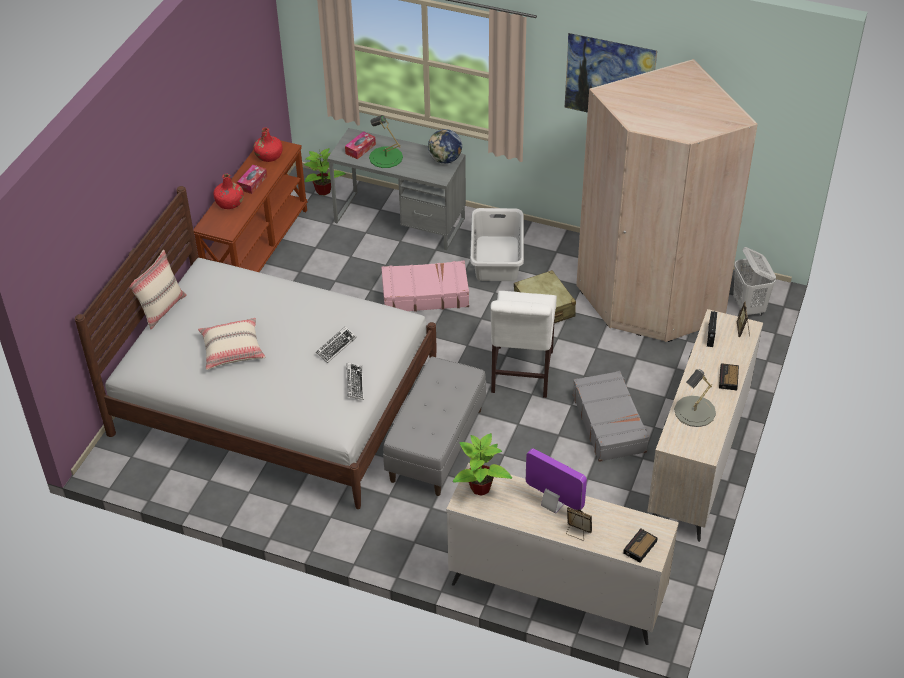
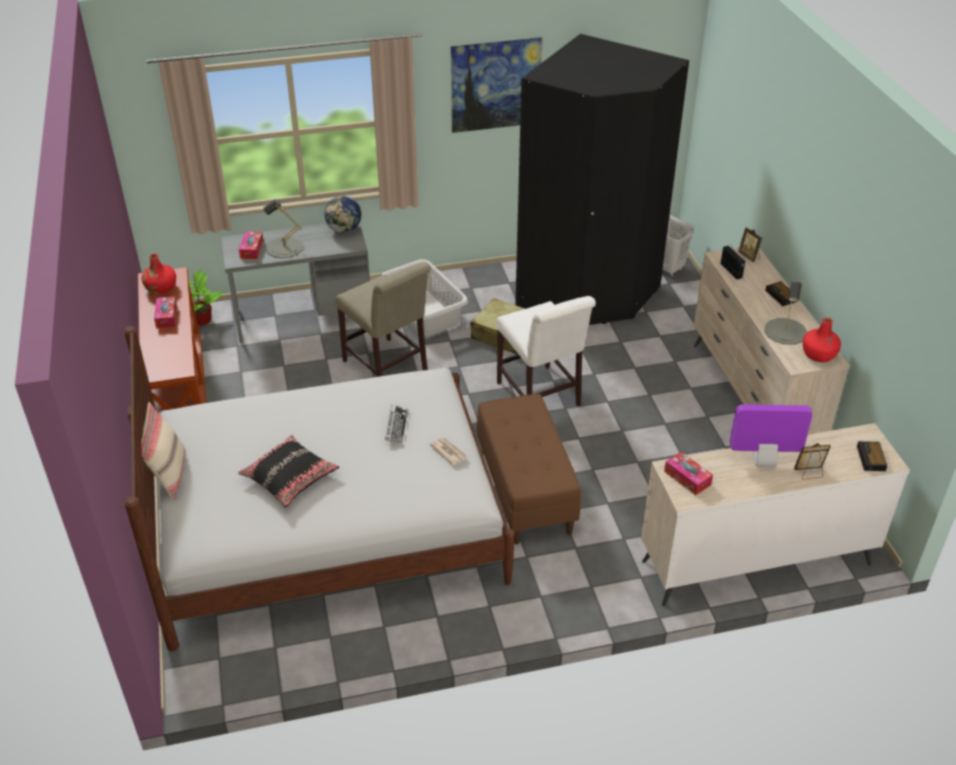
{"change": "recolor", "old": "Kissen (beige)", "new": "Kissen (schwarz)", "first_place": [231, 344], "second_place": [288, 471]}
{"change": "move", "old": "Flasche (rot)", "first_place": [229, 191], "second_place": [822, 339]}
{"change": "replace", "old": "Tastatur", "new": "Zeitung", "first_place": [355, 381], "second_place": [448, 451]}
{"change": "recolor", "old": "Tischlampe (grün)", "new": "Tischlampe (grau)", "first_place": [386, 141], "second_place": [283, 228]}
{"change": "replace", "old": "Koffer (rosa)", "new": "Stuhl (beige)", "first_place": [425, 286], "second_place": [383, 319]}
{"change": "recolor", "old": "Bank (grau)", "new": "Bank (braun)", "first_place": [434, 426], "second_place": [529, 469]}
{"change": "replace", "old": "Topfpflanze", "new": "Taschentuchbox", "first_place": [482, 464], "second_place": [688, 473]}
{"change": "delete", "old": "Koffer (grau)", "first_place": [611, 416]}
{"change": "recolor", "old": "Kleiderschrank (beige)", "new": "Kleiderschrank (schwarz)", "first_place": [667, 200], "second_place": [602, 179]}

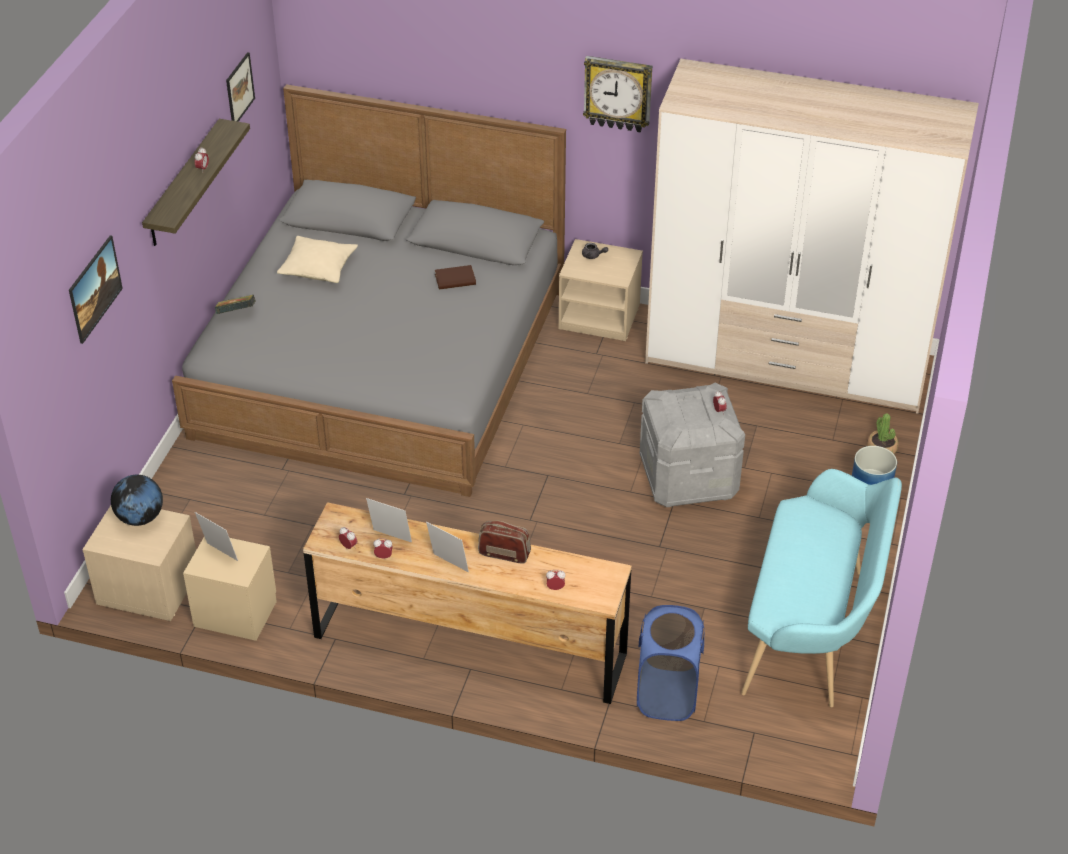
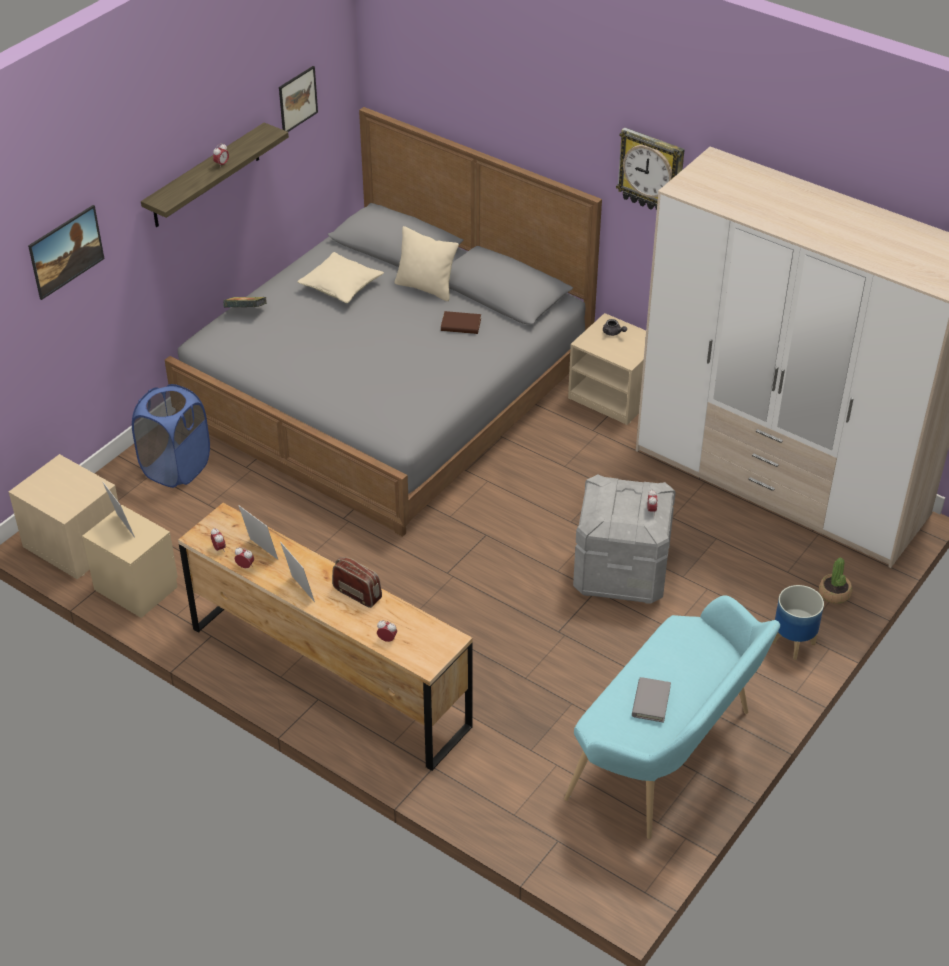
{"change": "delete", "old": "Globus", "first_place": [137, 500]}
{"change": "move", "old": "Wäschekorb (blau)", "first_place": [670, 663], "second_place": [171, 436]}
{"change": "insert", "new": "Kissen (beige)", "second_place": [427, 263]}
{"change": "insert", "new": "Buch (grau)", "second_place": [651, 700]}

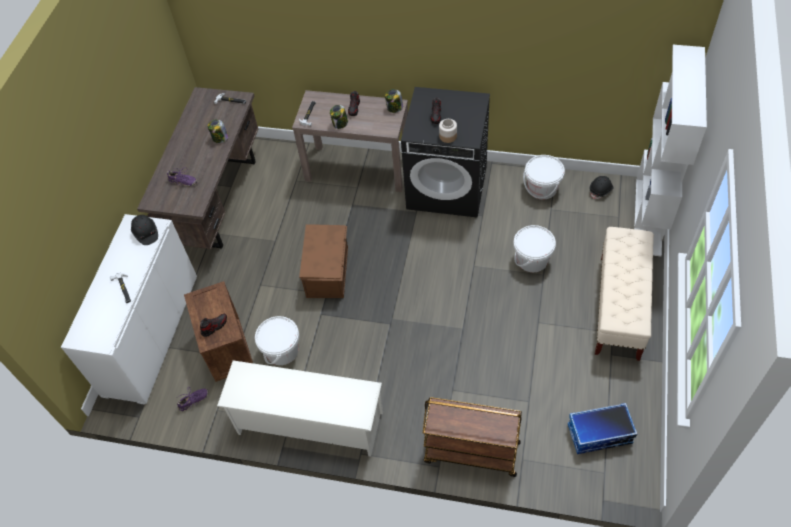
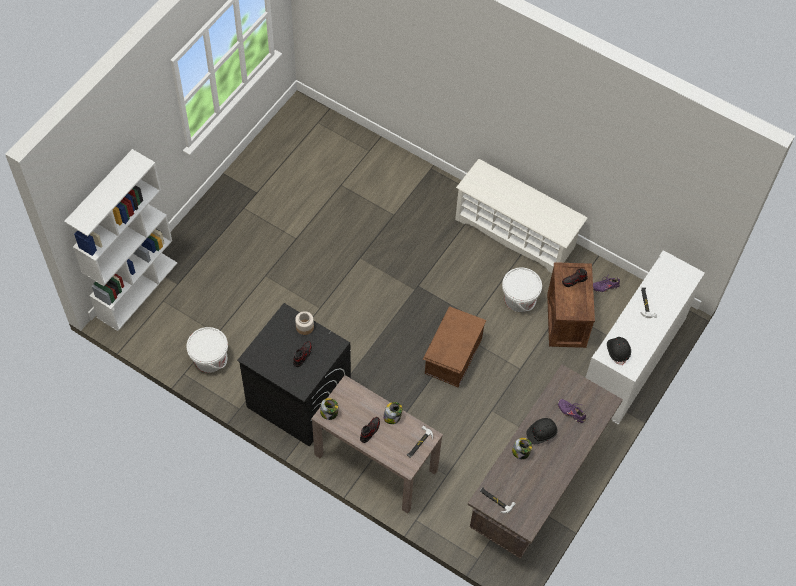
{"change": "delete", "old": "Rollwagen (braun)", "first_place": [472, 437]}
{"change": "delete", "old": "Eimer (weiß)", "first_place": [534, 248]}
{"change": "delete", "old": "Aufbewahrungsbox", "first_place": [602, 428]}
{"change": "move", "old": "Schutzhelm (schwarz)", "first_place": [602, 187], "second_place": [542, 431]}
{"change": "delete", "old": "Bank (beige)", "first_place": [624, 294]}

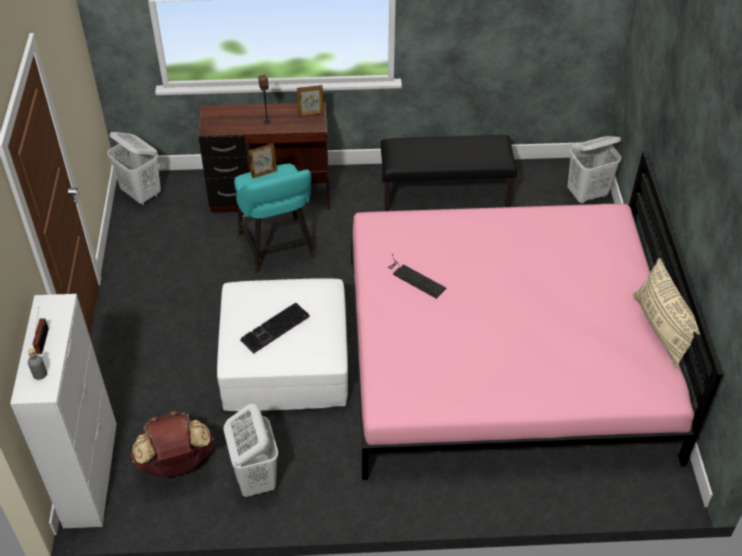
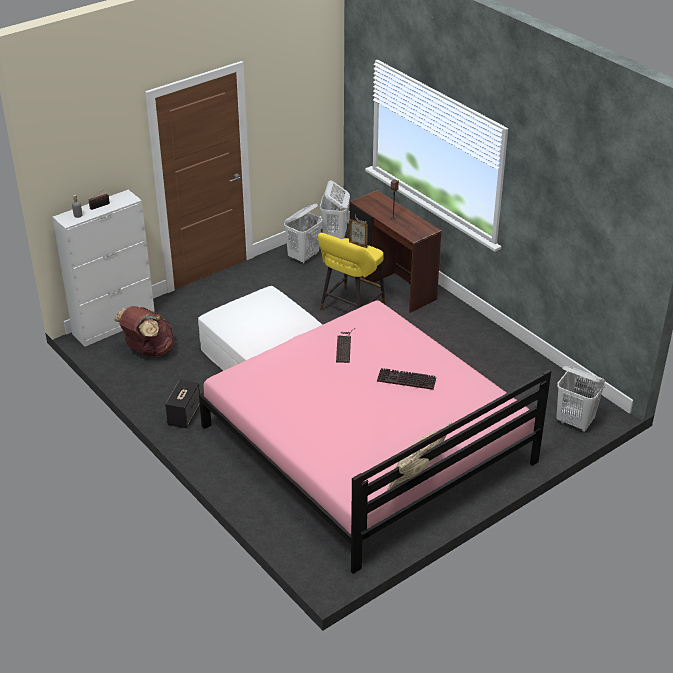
{"change": "move", "old": "Wäschekorb (weiß)", "first_place": [250, 450], "second_place": [303, 233]}
{"change": "recolor", "old": "Hocker (türkis)", "new": "Hocker (gelb)", "first_place": [274, 219], "second_place": [351, 272]}
{"change": "move", "old": "Tastatur", "first_place": [275, 327], "second_place": [406, 379]}
{"change": "delete", "old": "Bilderrahmen", "first_place": [310, 101]}
{"change": "delete", "old": "Bank (schwarz)", "first_place": [449, 173]}
{"change": "insert", "new": "Lautsprecher", "second_place": [182, 404]}

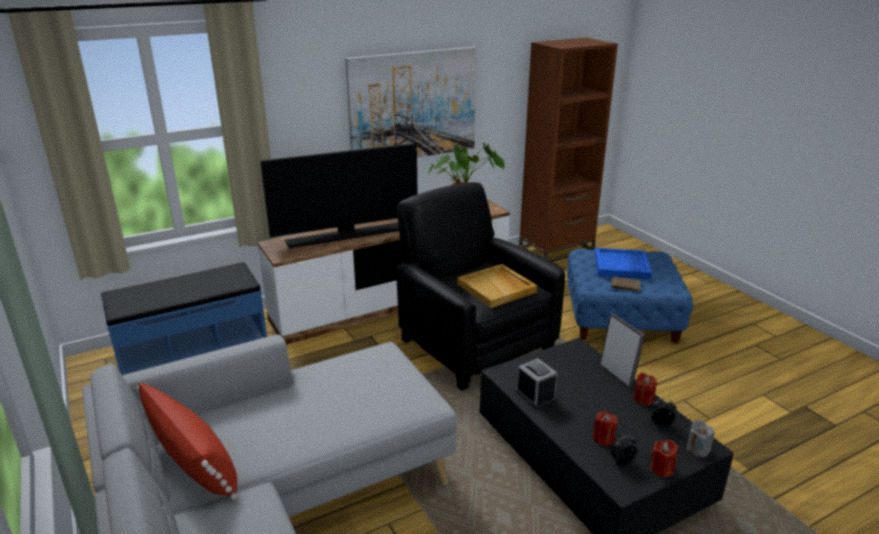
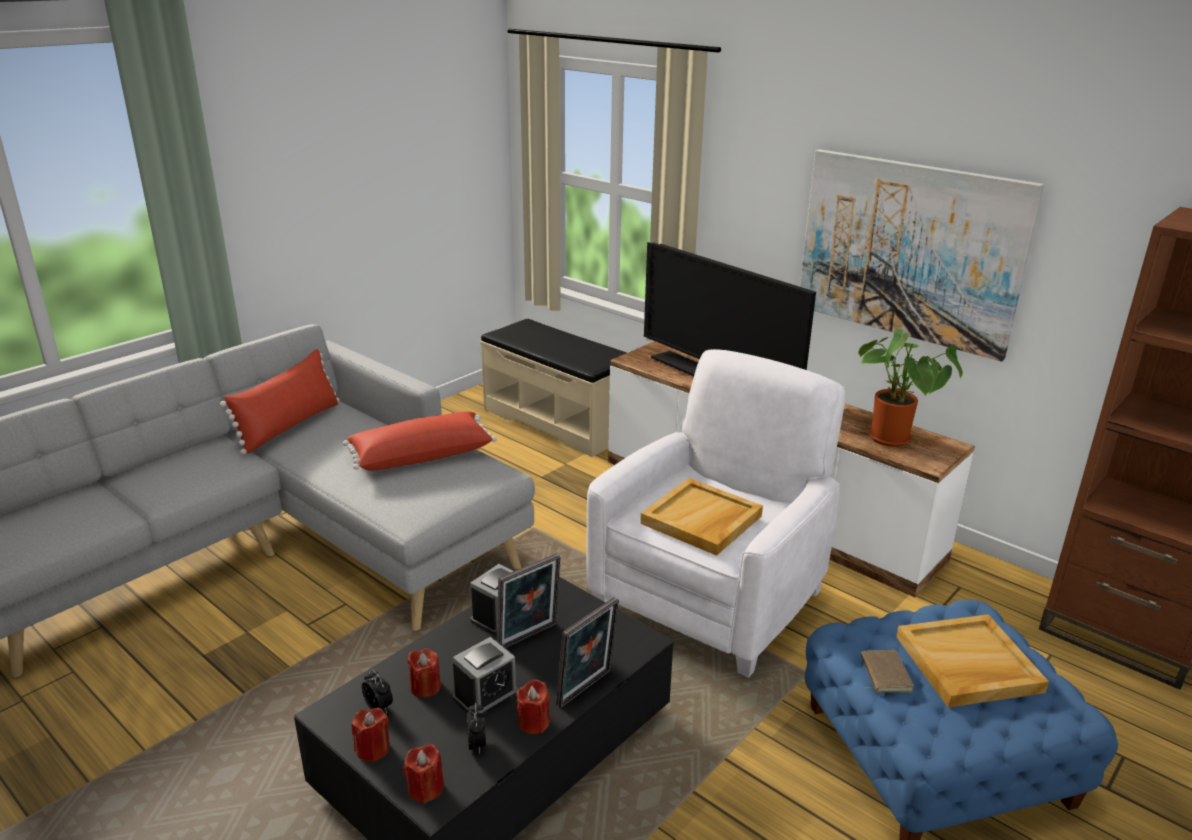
{"change": "recolor", "old": "Bank (blau)", "new": "Bank (beige)", "first_place": [184, 318], "second_place": [553, 388]}
{"change": "recolor", "old": "Sessel (schwarz)", "new": "Sessel (weiß)", "first_place": [481, 286], "second_place": [715, 513]}
{"change": "recolor", "old": "Tablett (blau)", "new": "Tablett (beige)", "first_place": [623, 263], "second_place": [972, 661]}
{"change": "recolor", "old": "Kerze (grau)", "new": "Kerze (rot)", "first_place": [701, 438], "second_place": [423, 774]}
{"change": "insert", "new": "Kissen (rot)", "second_place": [420, 441]}
{"change": "insert", "new": "Wecker", "second_place": [485, 676]}
{"change": "insert", "new": "Bilderrahmen", "second_place": [529, 600]}

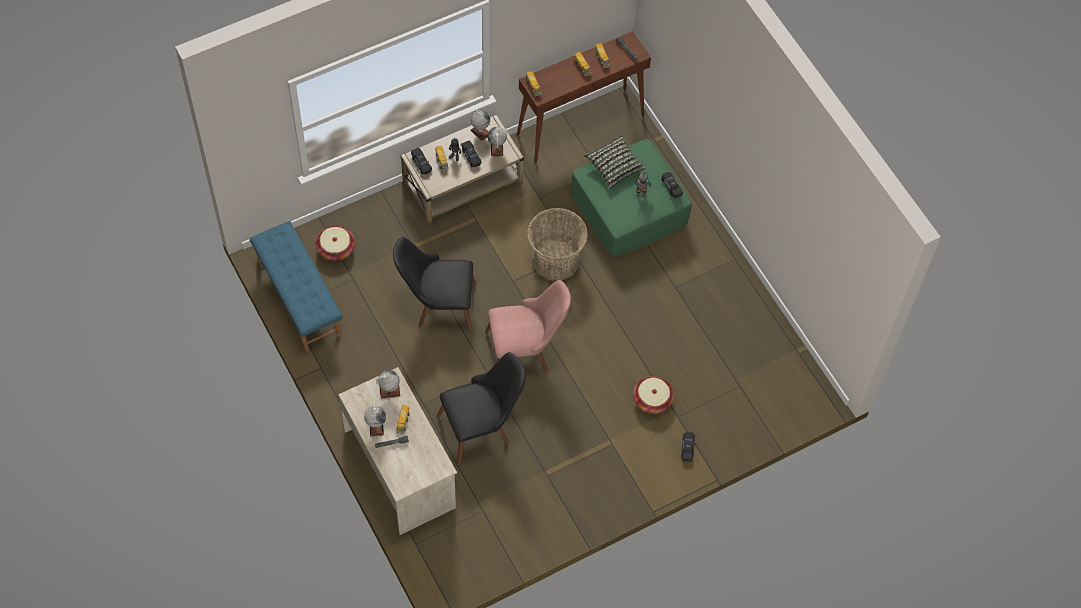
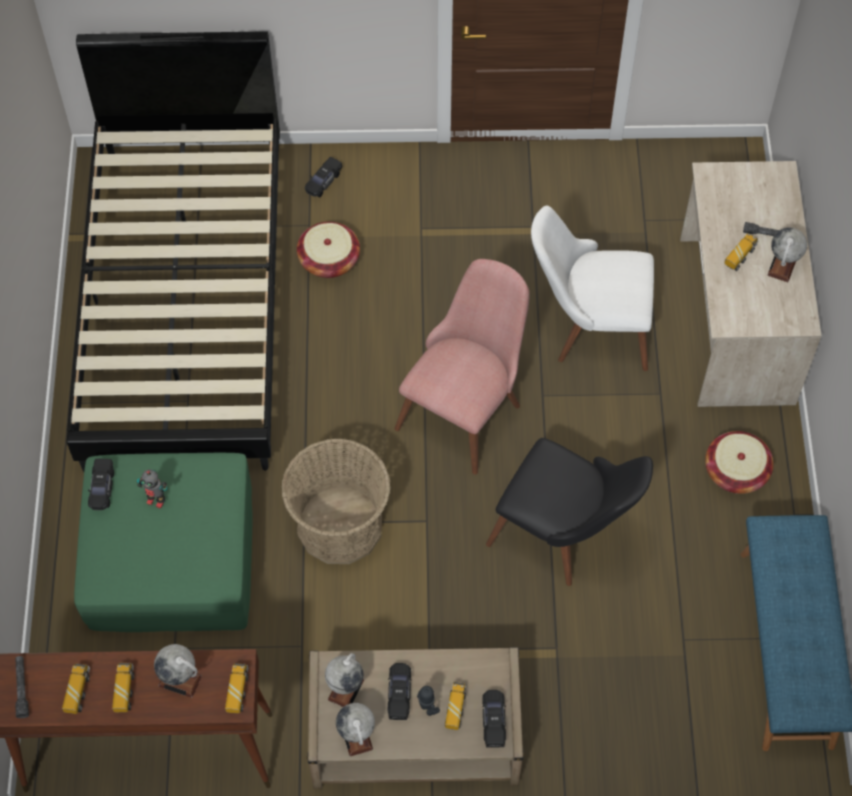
{"change": "move", "old": "Korb", "first_place": [335, 243], "second_place": [739, 462]}
{"change": "move", "old": "Globus", "first_place": [388, 384], "second_place": [178, 671]}
{"change": "recolor", "old": "Stuhl (schwarz)", "new": "Stuhl (weiß)", "first_place": [481, 408], "second_place": [592, 288]}
{"change": "rotate", "old": "Stuhl (rosa)", "first_place": [528, 326], "second_place": [462, 367], "degrees": 105}
{"change": "delete", "old": "Kissen", "first_place": [614, 162]}
{"change": "insert", "new": "Bett (schwarz)", "second_place": [173, 251]}

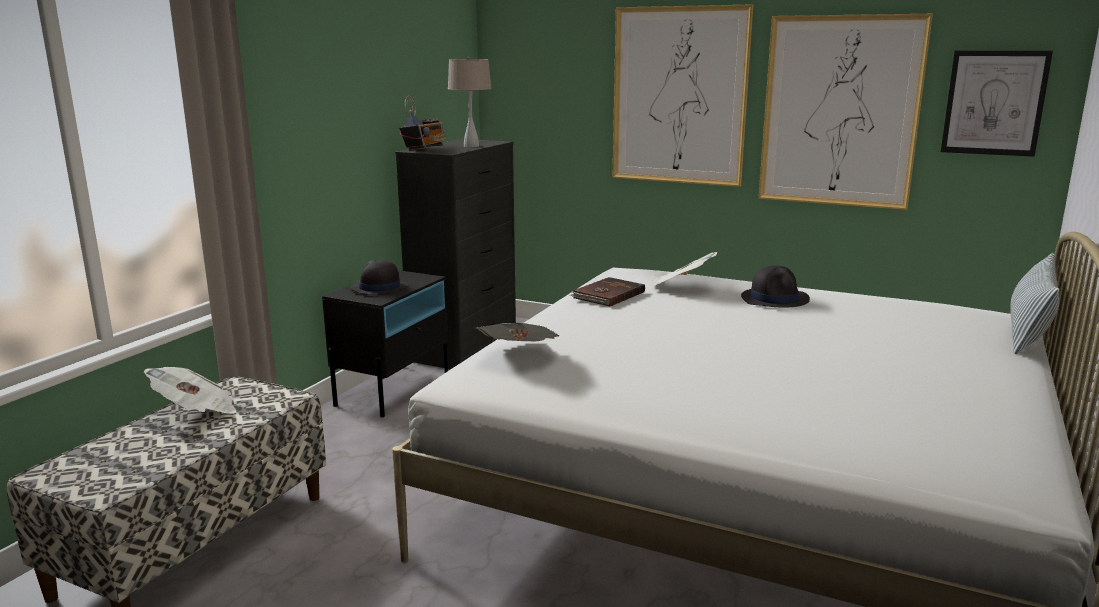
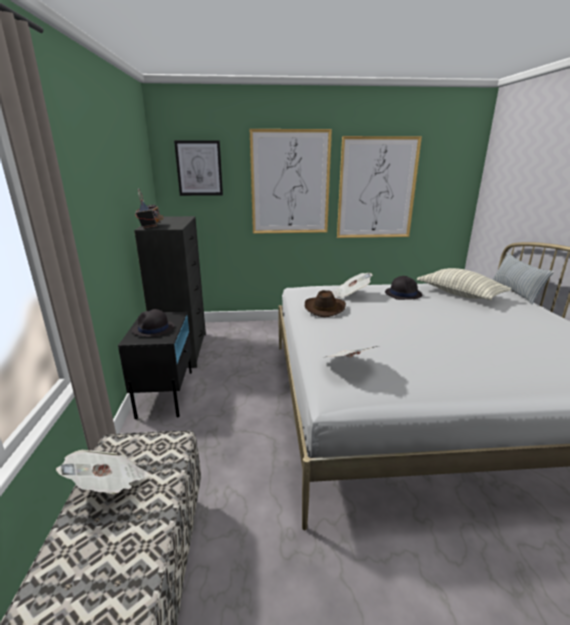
{"change": "delete", "old": "Tischlampe (beige)", "first_place": [470, 102]}
{"change": "replace", "old": "Buch (braun)", "new": "Hut (braun)", "first_place": [607, 292], "second_place": [325, 303]}
{"change": "move", "old": "Bild", "first_place": [997, 103], "second_place": [198, 168]}
{"change": "insert", "new": "Kissen", "second_place": [464, 284]}

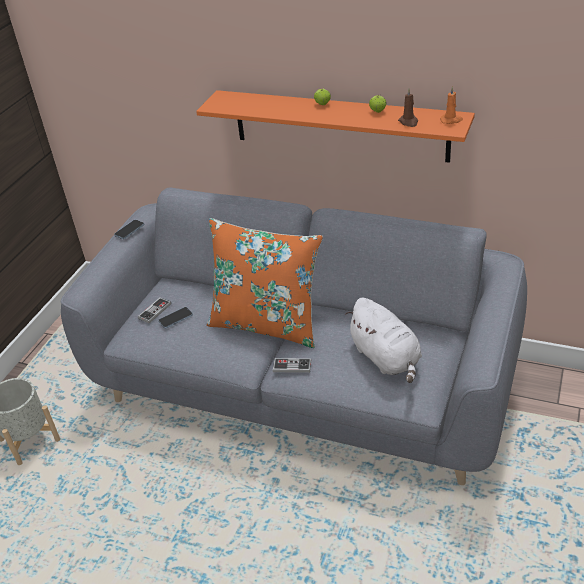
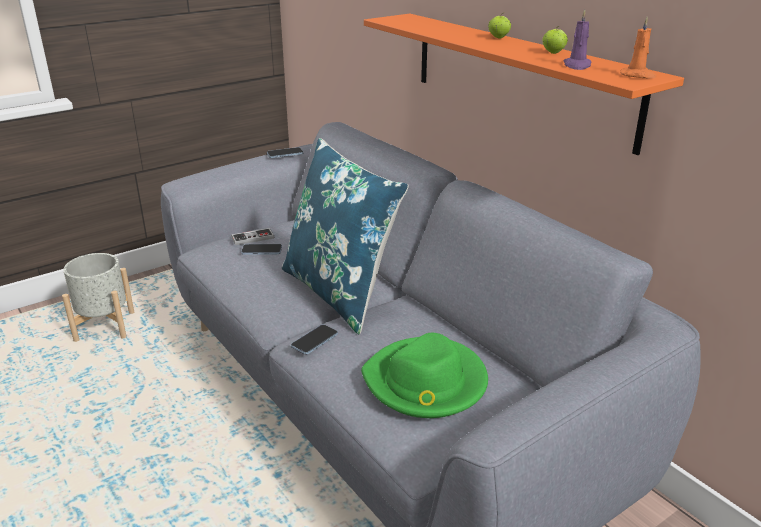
{"change": "recolor", "old": "Kissen (orange)", "new": "Kissen (blau)", "first_place": [265, 283], "second_place": [345, 236]}
{"change": "replace", "old": "Gamepad", "new": "Handy", "first_place": [292, 365], "second_place": [314, 339]}
{"change": "replace", "old": "Plüschtier (weiß)", "new": "Hut (grün)", "first_place": [383, 340], "second_place": [424, 375]}
{"change": "recolor", "old": "Kerze (braun)", "new": "Kerze (lila)", "first_place": [408, 108], "second_place": [577, 39]}

